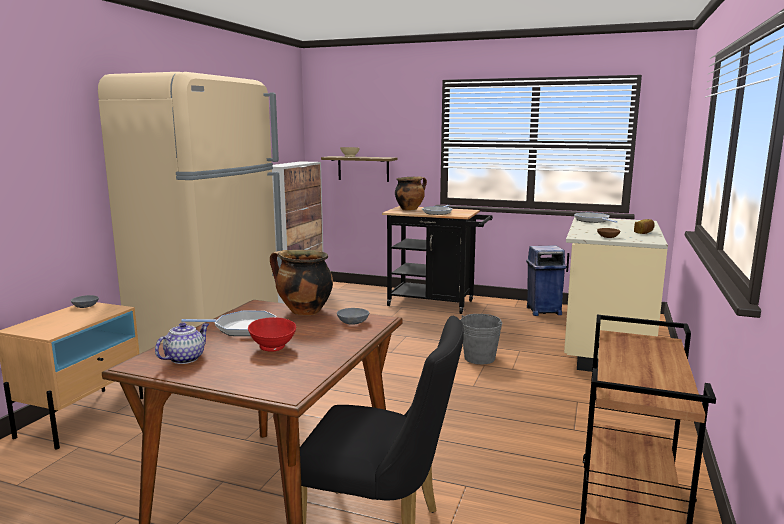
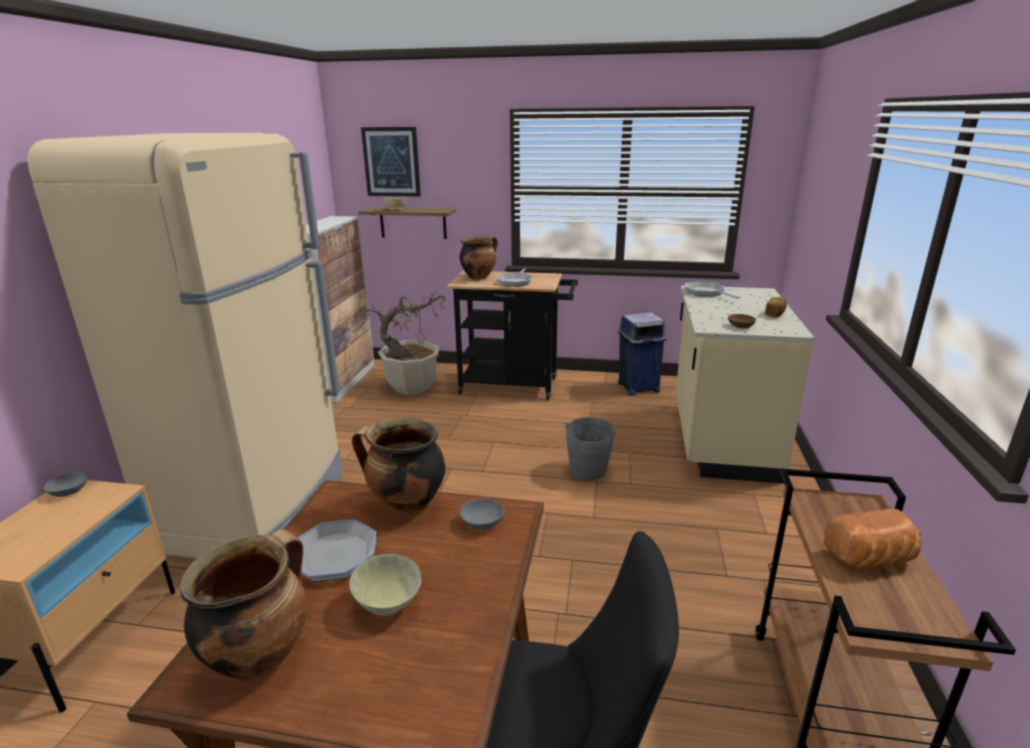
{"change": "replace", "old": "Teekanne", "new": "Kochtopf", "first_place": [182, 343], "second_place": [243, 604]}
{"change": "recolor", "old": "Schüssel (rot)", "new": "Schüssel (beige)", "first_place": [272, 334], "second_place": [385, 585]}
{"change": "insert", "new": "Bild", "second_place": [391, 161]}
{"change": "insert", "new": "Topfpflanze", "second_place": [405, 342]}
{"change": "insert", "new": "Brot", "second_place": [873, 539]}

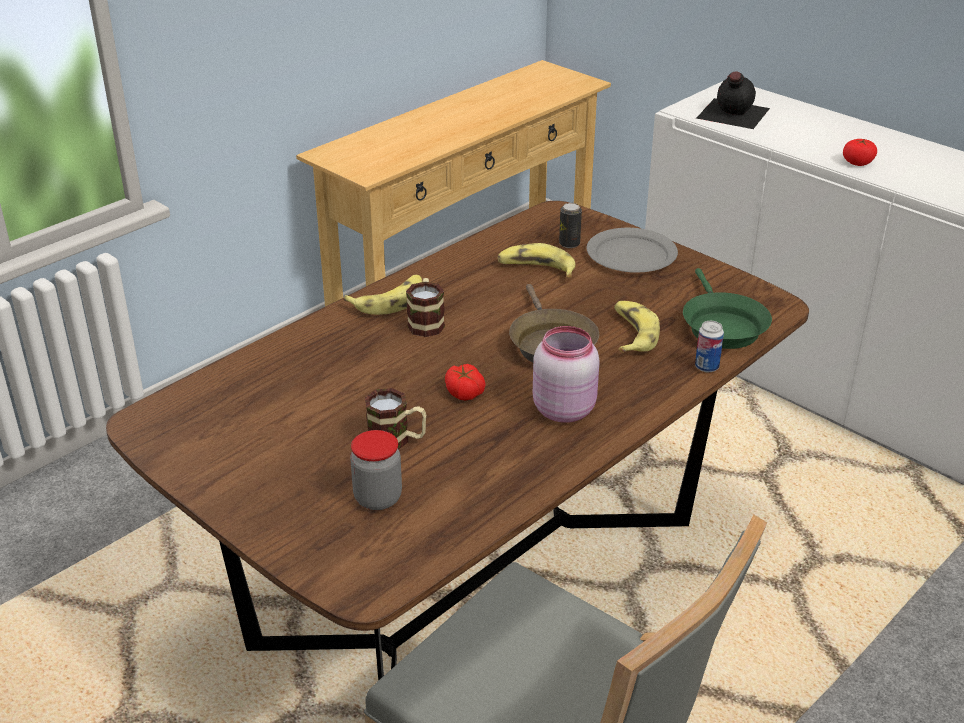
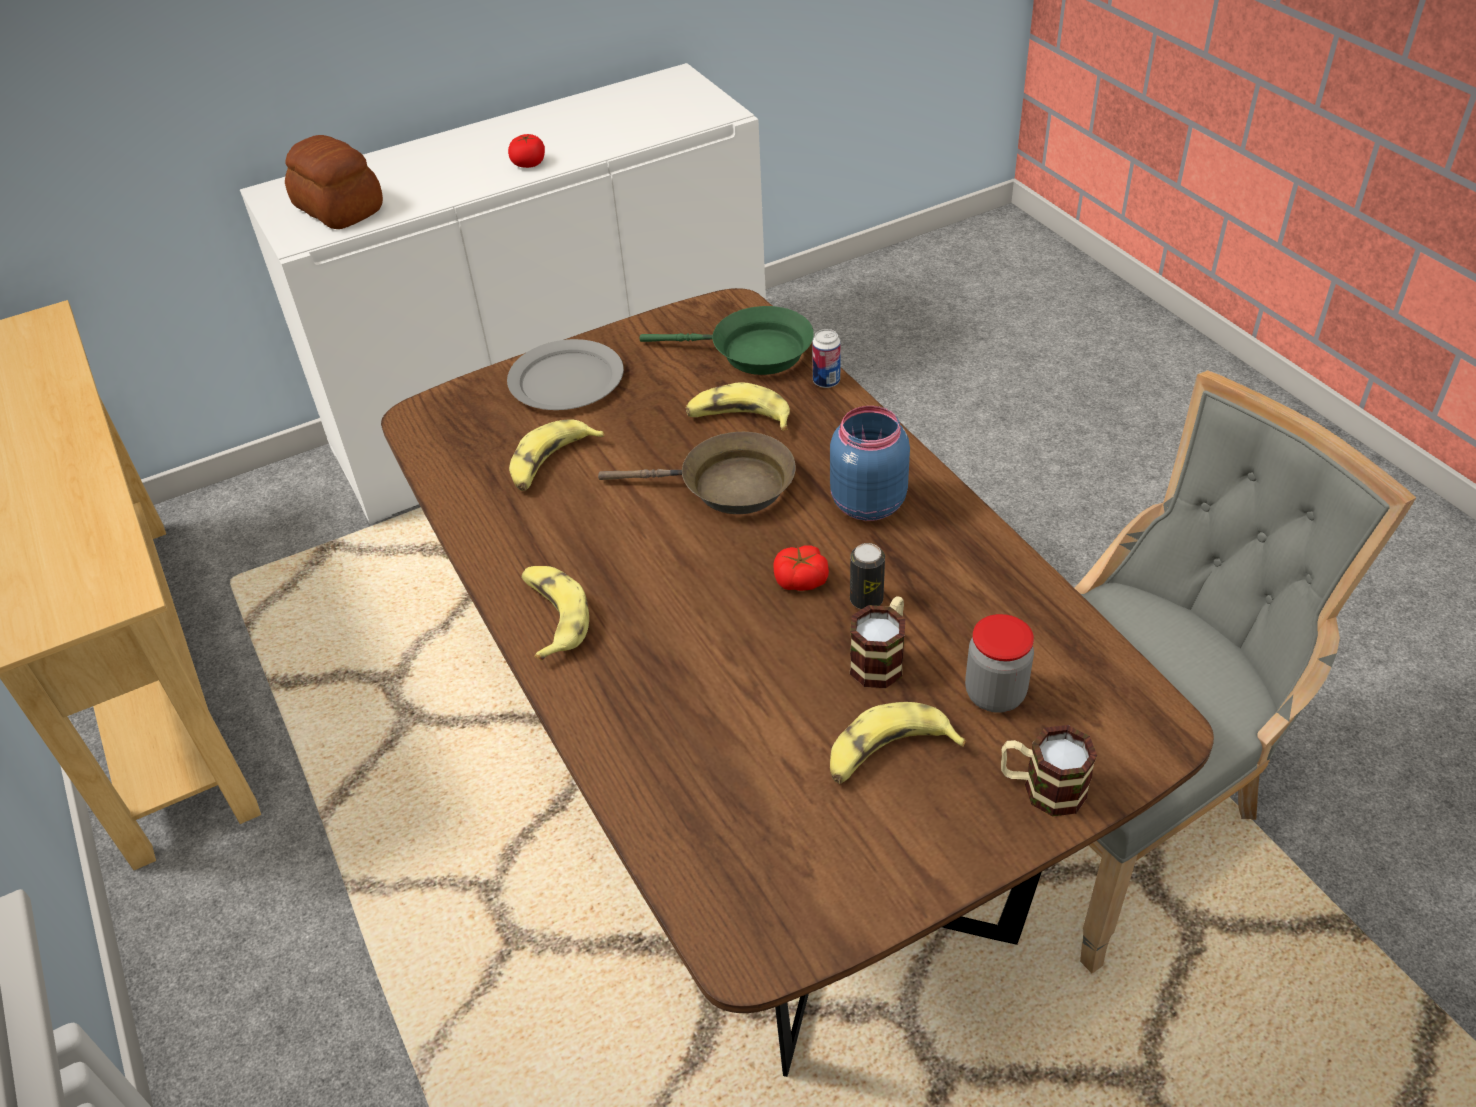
{"change": "move", "old": "Henkelbecher", "first_place": [425, 307], "second_place": [1049, 770]}
{"change": "recolor", "old": "Vorratsglas (rosa)", "new": "Vorratsglas (blau)", "first_place": [566, 374], "second_place": [870, 463]}
{"change": "move", "old": "Dose", "first_place": [570, 225], "second_place": [867, 576]}
{"change": "replace", "old": "Flasche (schwarz)", "new": "Brot", "first_place": [733, 100], "second_place": [334, 182]}
{"change": "insert", "new": "Banane", "second_place": [898, 743]}

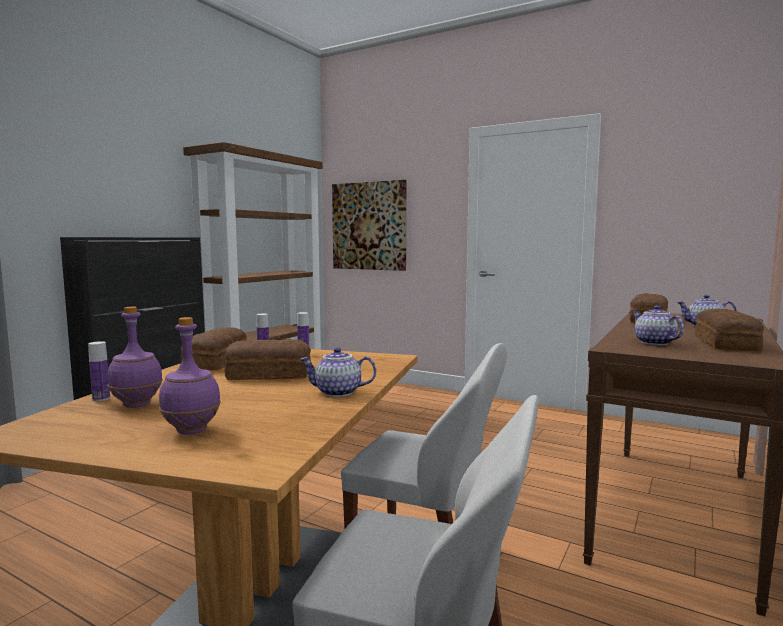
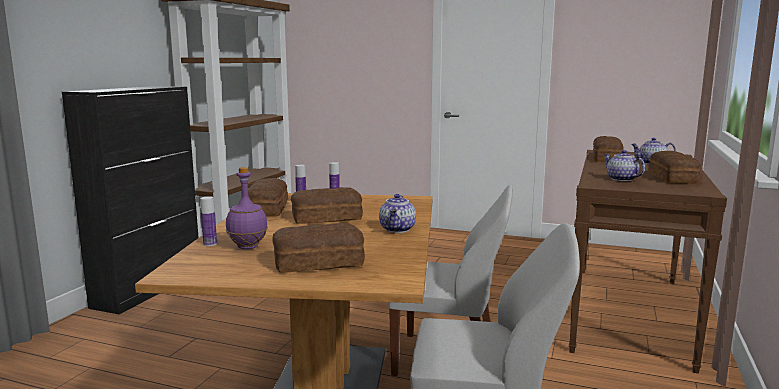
{"change": "replace", "old": "Flasche (lila)", "new": "Brot", "first_place": [190, 376], "second_place": [318, 248]}
{"change": "rotate", "old": "Teekanne", "first_place": [338, 372], "second_place": [397, 213], "degrees": -75}
{"change": "delete", "old": "Bild", "first_place": [369, 225]}

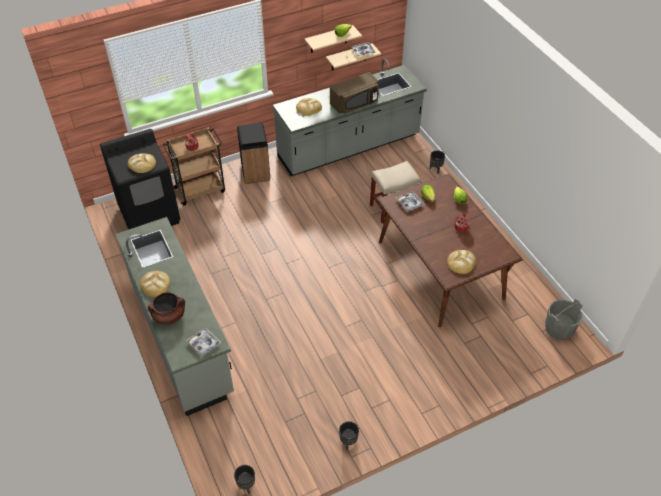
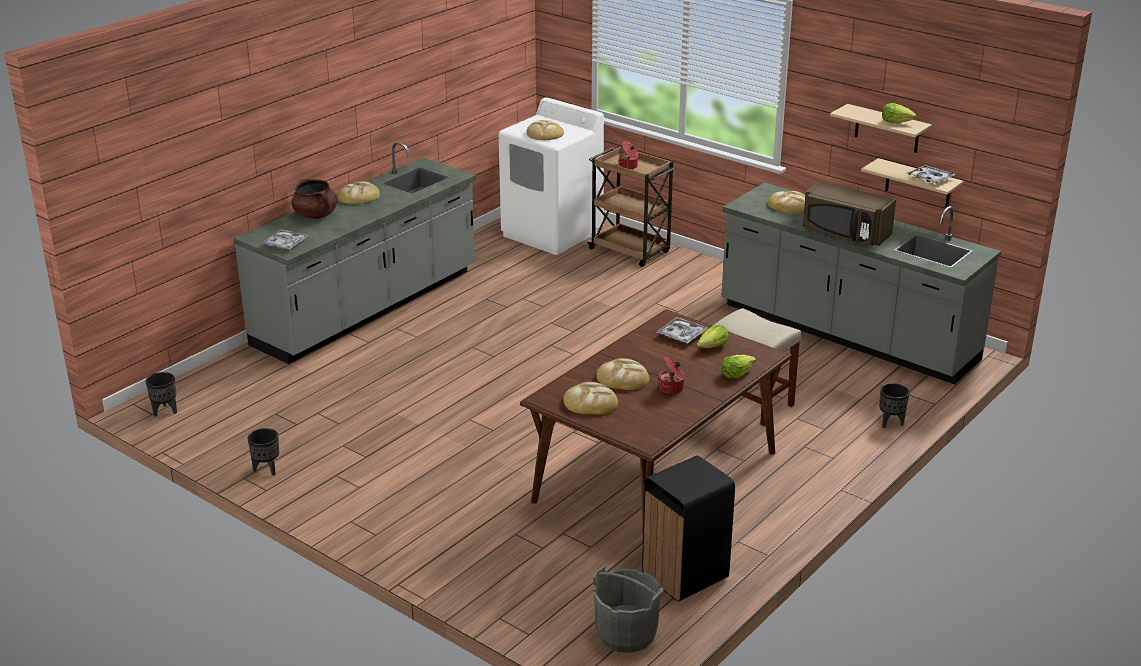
{"change": "recolor", "old": "Waschmaschine (schwarz)", "new": "Waschmaschine (weiß)", "first_place": [140, 179], "second_place": [551, 176]}
{"change": "move", "old": "Mülleimer (schwarz)", "first_place": [253, 153], "second_place": [688, 528]}
{"change": "insert", "new": "Brot", "second_place": [623, 374]}

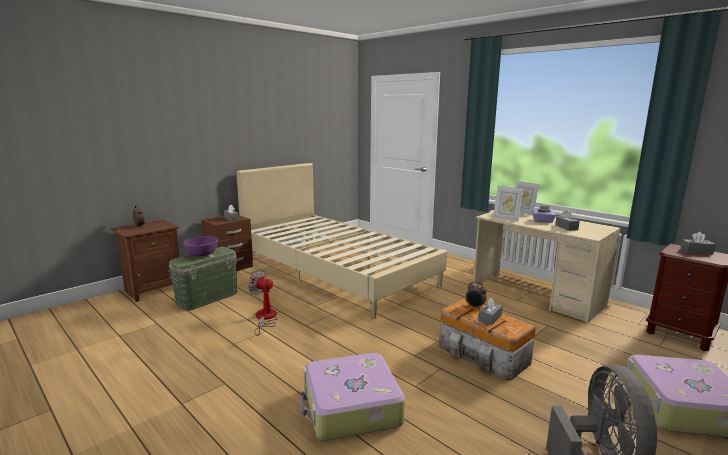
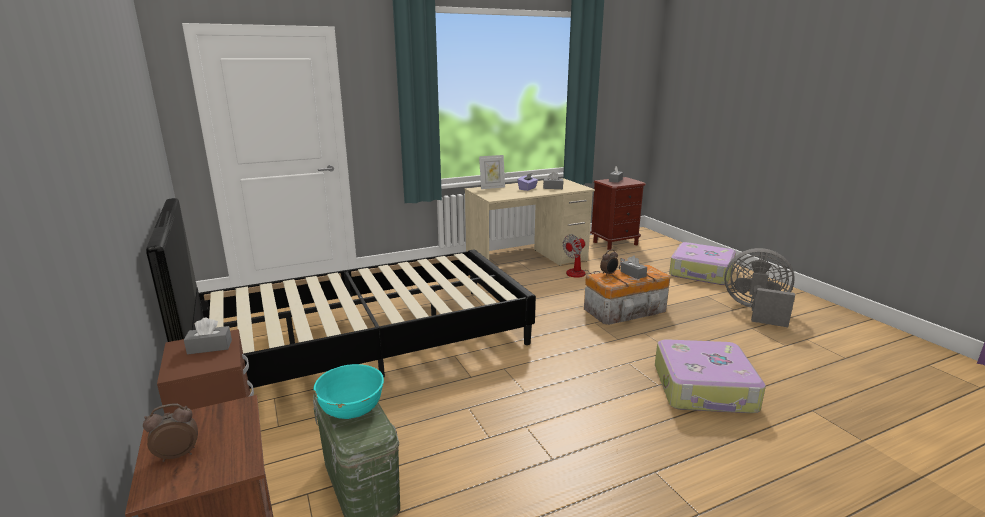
{"change": "recolor", "old": "Schüssel (lila)", "new": "Schüssel (türkis)", "first_place": [200, 246], "second_place": [349, 391]}
{"change": "recolor", "old": "Bett (beige)", "new": "Bett (schwarz)", "first_place": [341, 241], "second_place": [341, 293]}
{"change": "move", "old": "Ventilator", "first_place": [263, 303], "second_place": [593, 256]}
{"change": "delete", "old": "Bilderrahmen", "first_place": [508, 204]}

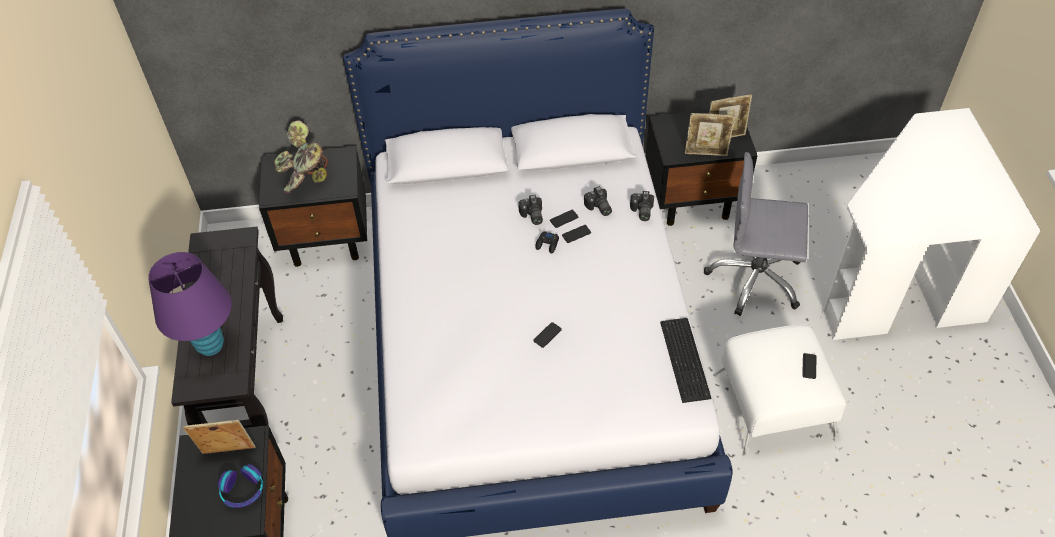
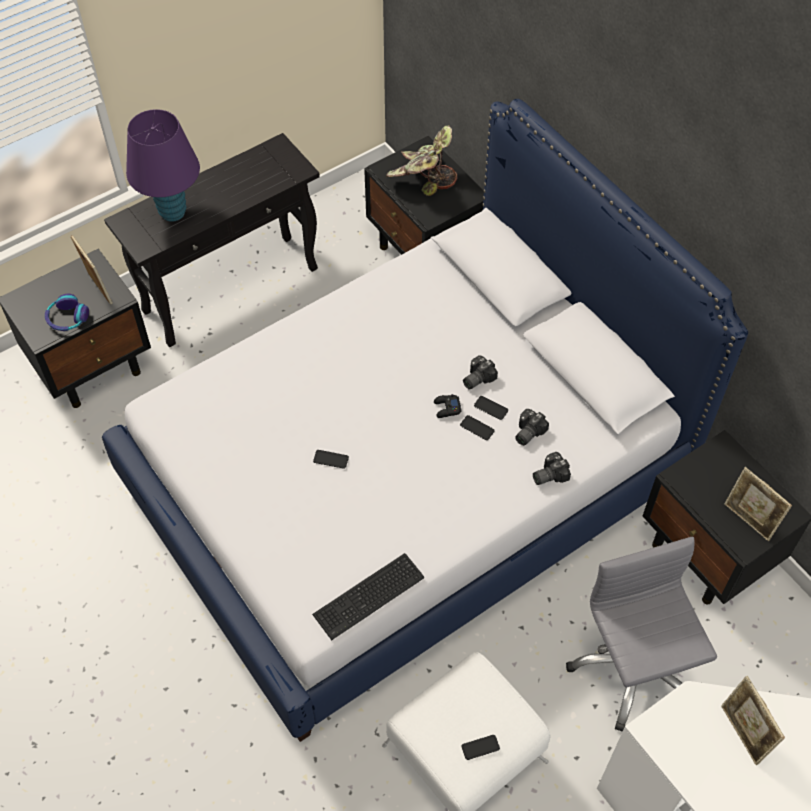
{"change": "move", "old": "Bilderrahmen", "first_place": [710, 134], "second_place": [753, 720]}

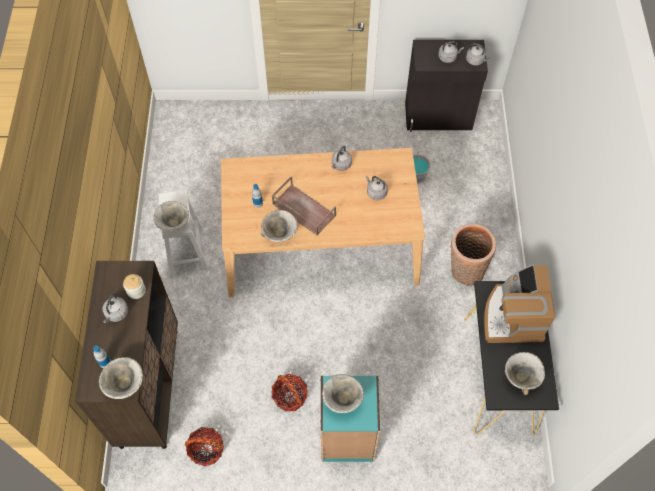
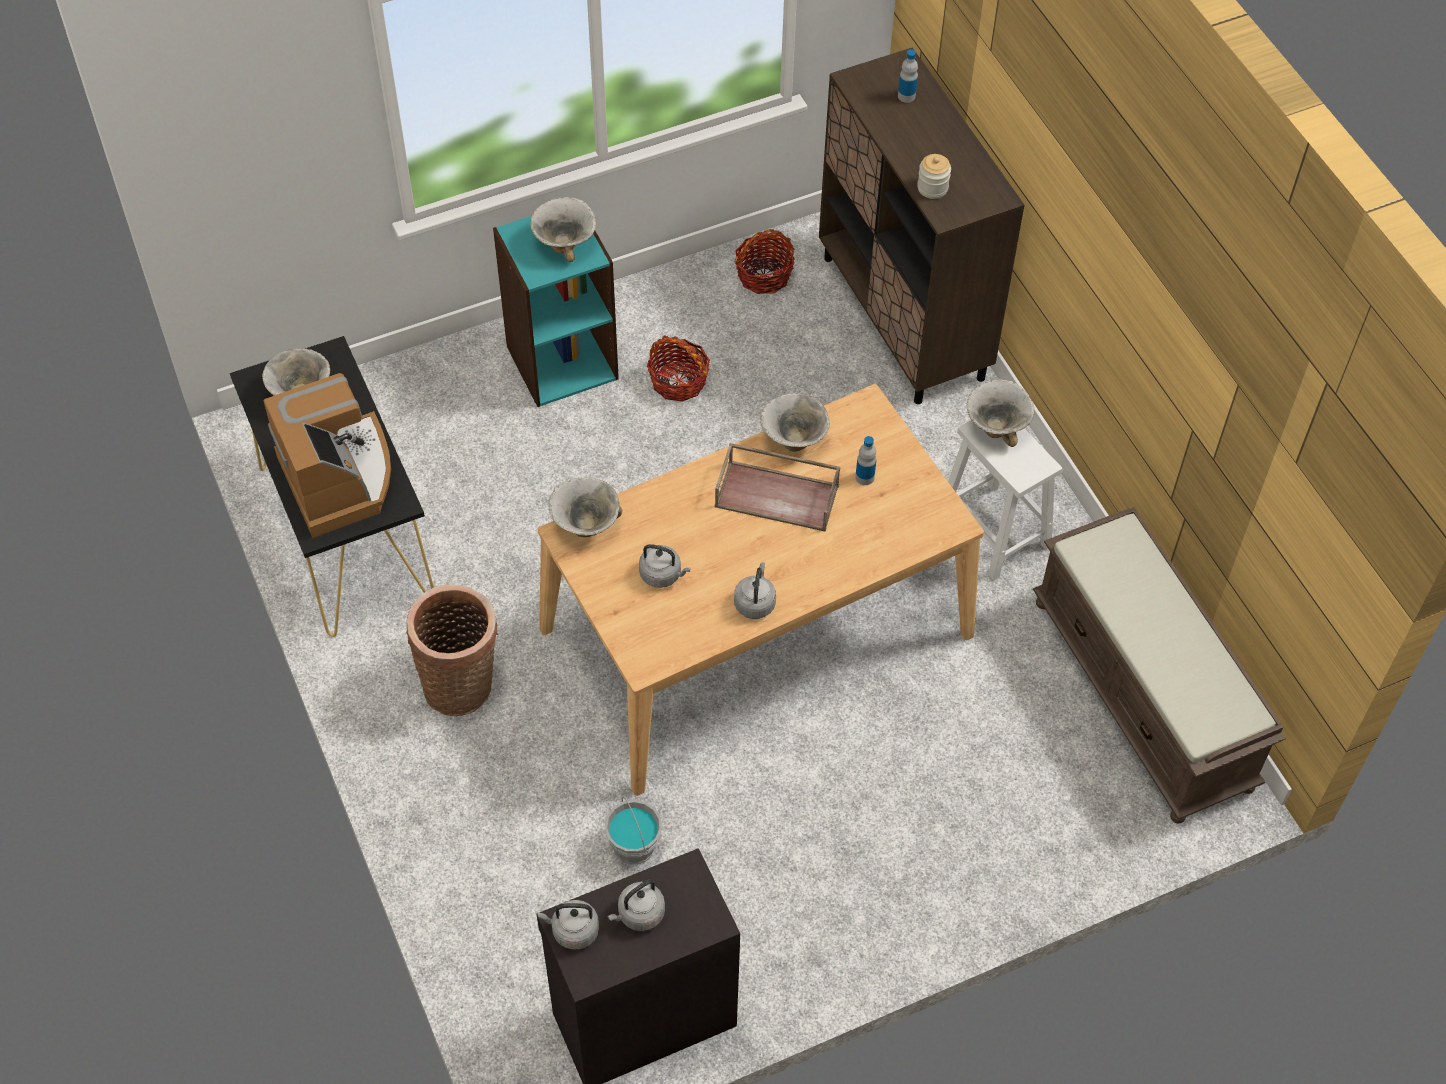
{"change": "move", "old": "Schüssel", "first_place": [121, 378], "second_place": [585, 507]}
{"change": "delete", "old": "Wasserkessel (grau)", "first_place": [115, 308]}
{"change": "insert", "new": "Bank (braun)", "second_place": [1159, 665]}

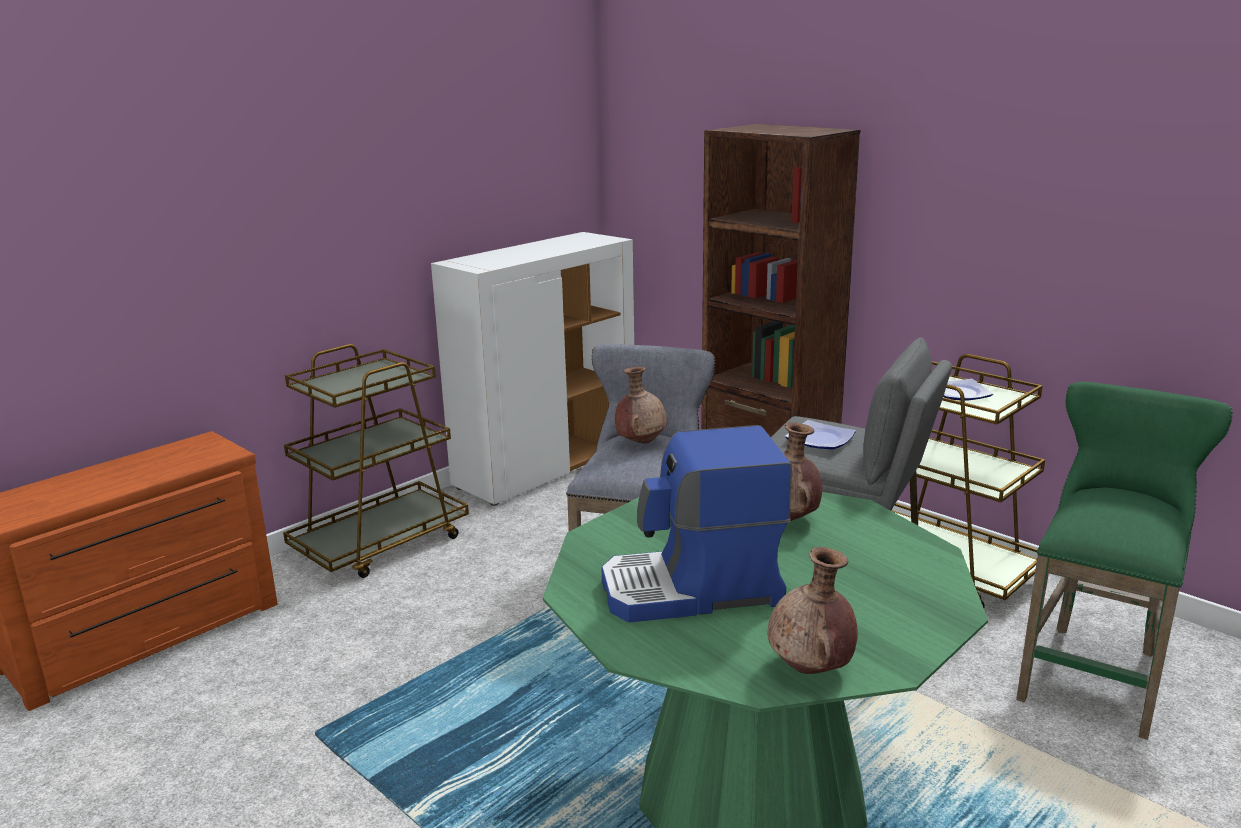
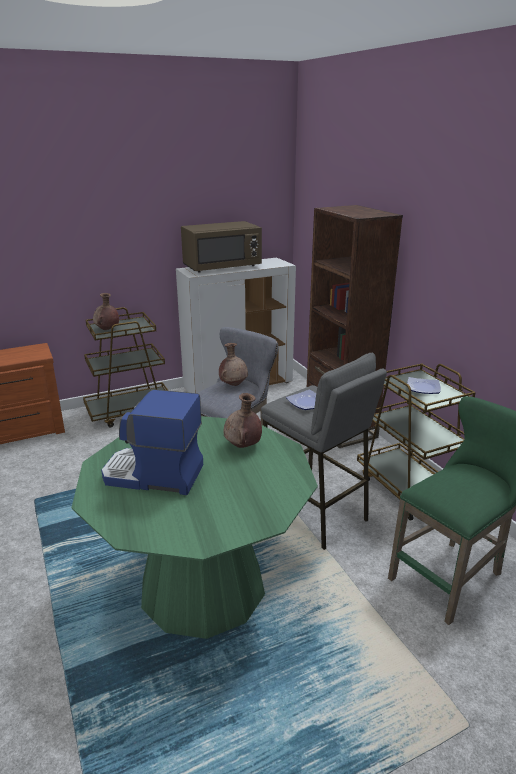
{"change": "move", "old": "Vase (braun)", "first_place": [813, 610], "second_place": [106, 311]}
{"change": "insert", "new": "Mikrowelle (braun)", "second_place": [221, 247]}

